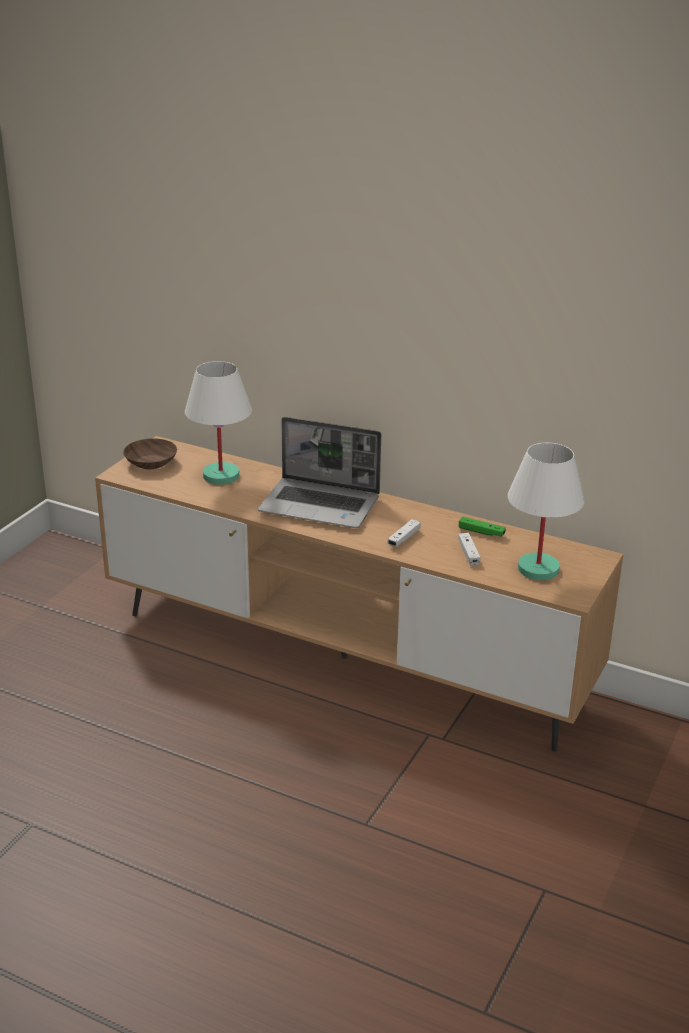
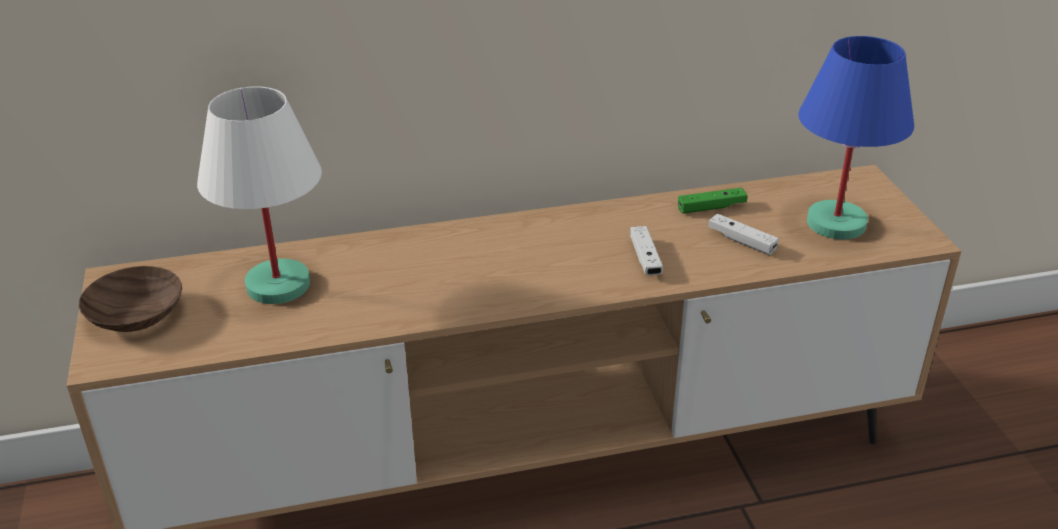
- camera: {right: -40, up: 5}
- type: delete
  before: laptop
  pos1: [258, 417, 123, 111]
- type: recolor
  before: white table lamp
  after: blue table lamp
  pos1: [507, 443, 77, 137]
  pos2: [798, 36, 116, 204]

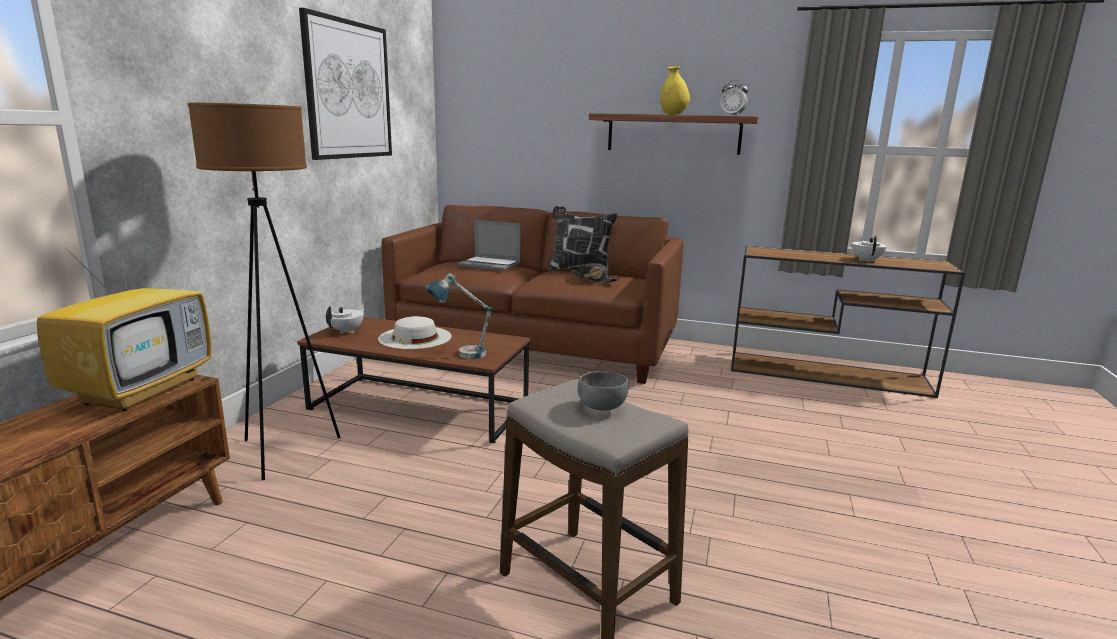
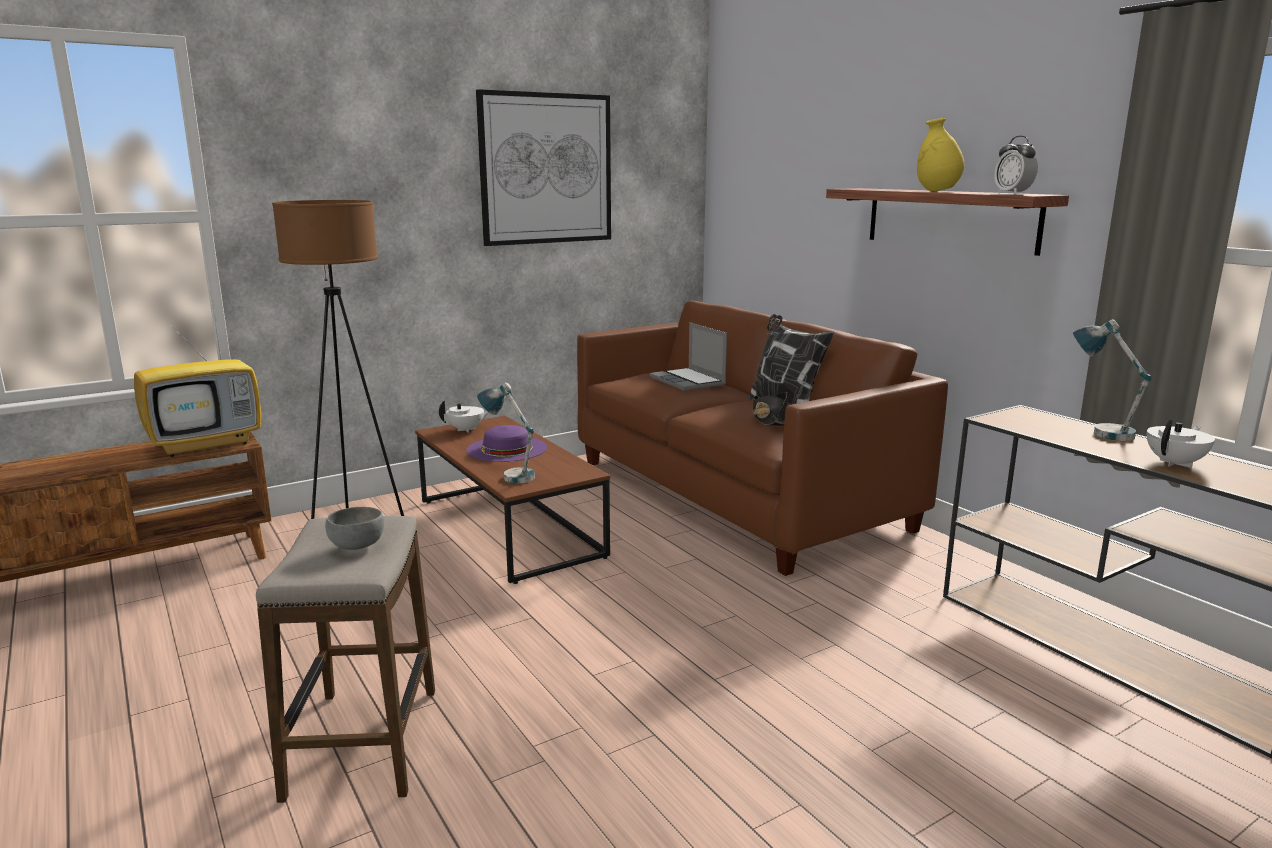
- camera: {right: 40, up: 0}
- type: recolor
  before: white hat
  after: purple hat
  pos1: [378, 316, 74, 33]
  pos2: [466, 425, 81, 37]
- type: insert
  after: table lamp
  pos2: [1073, 319, 79, 122]

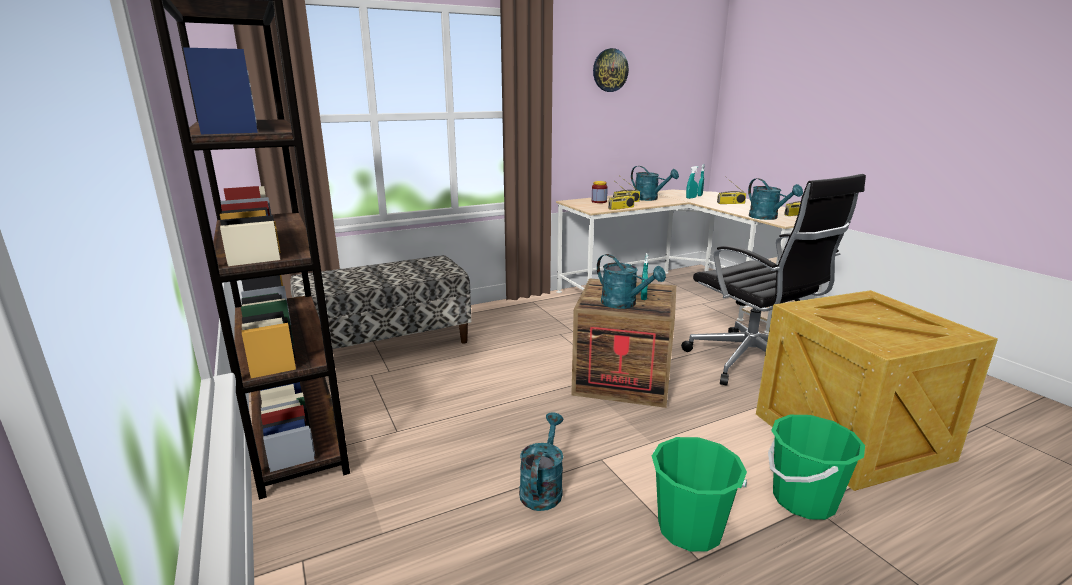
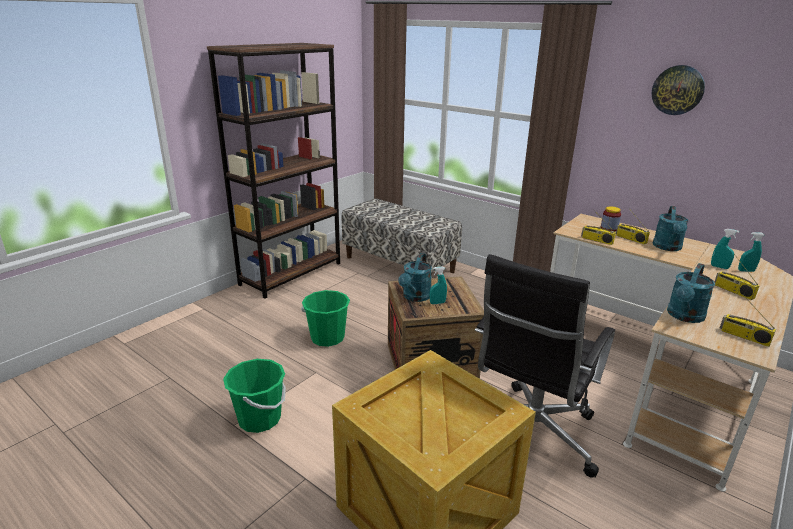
- camera: {right: 65, up: 5}
- type: delete
  before: turquoise watering can
  pos1: [519, 412, 44, 99]
- type: move
  before: green bucket
  pos1: [768, 415, 97, 105]
  pos2: [301, 290, 49, 57]

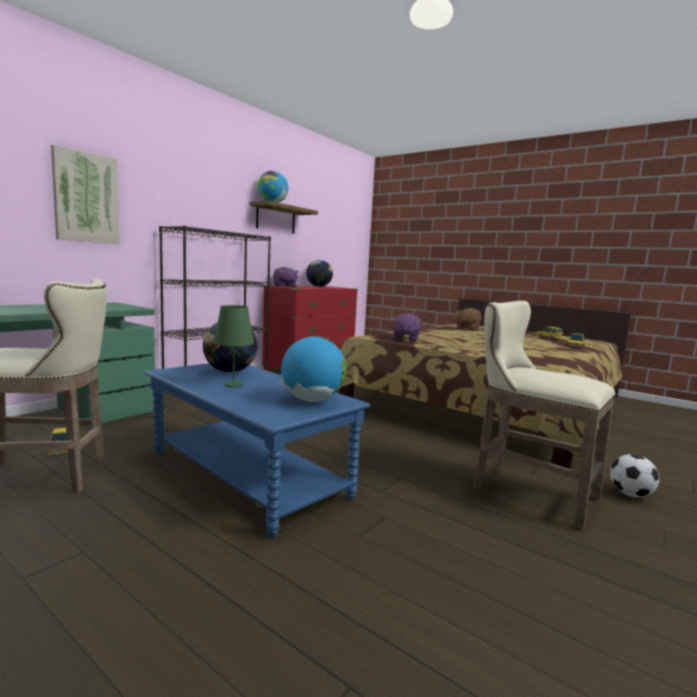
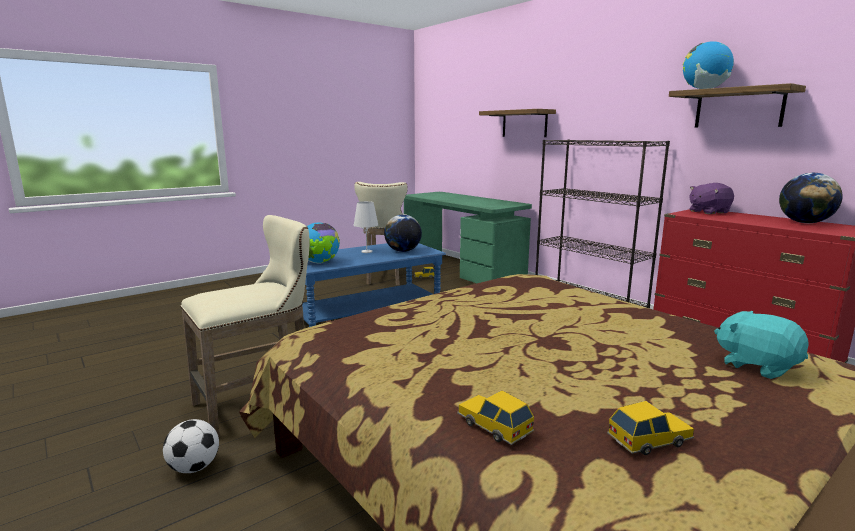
- camera: {right: 105, up: 5}
- type: replace
  before: picture
  after: shelf
  pos1: [51, 145, 69, 99]
  pos2: [479, 109, 77, 28]
- type: recolor
  before: green table lamp
  after: white table lamp
  pos1: [213, 305, 41, 82]
  pos2: [353, 201, 26, 52]
- type: delete
  before: purple plush toy
  pos1: [392, 313, 30, 28]
- type: recolor
  before: brown plush toy
  after: turquoise plush toy
  pos1: [456, 308, 26, 22]
  pos2: [714, 311, 95, 68]

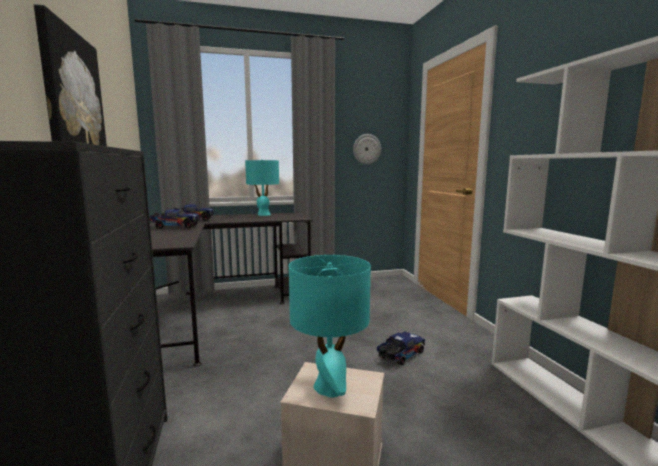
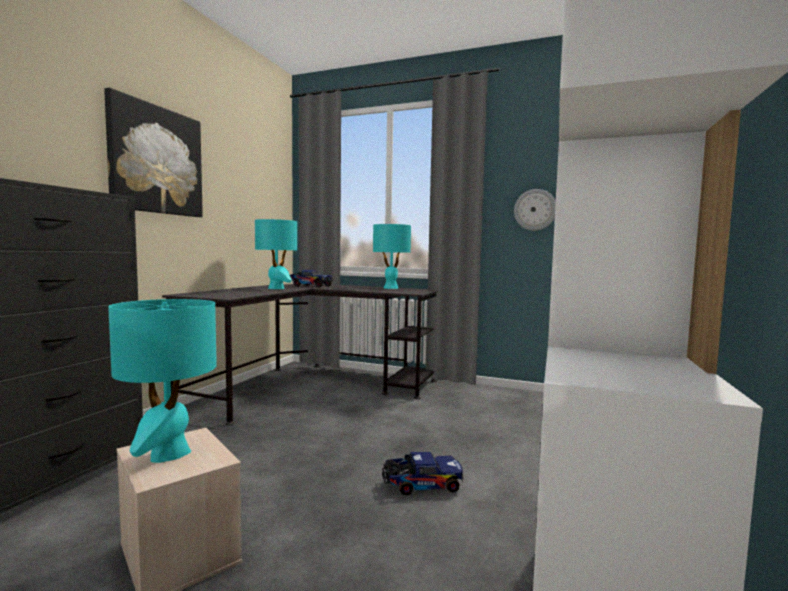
- camera: {right: 35, up: -5}
- type: replace
  before: toy truck
  after: turquoise table lamp
  pos1: [149, 209, 51, 20]
  pos2: [255, 219, 42, 70]

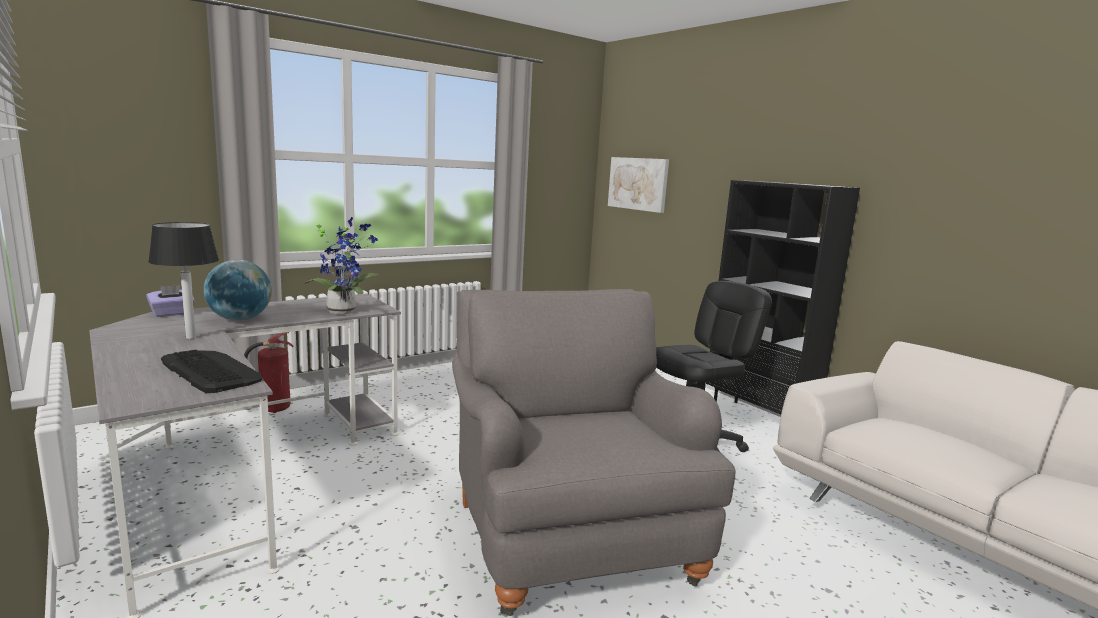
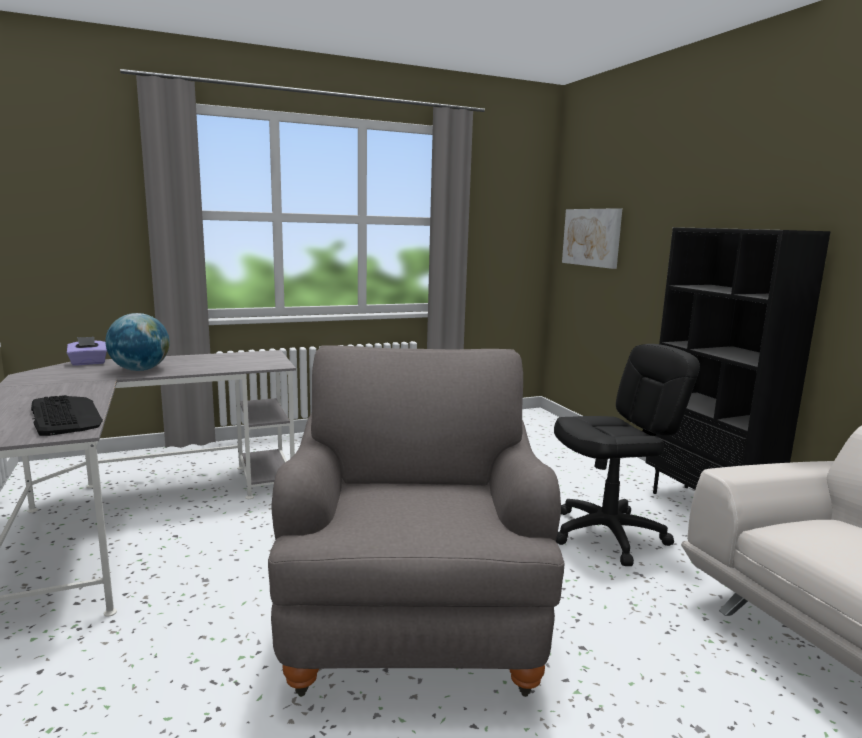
- camera: {right: 15, up: 0}
- type: delete
  before: table lamp
  pos1: [148, 222, 71, 117]
- type: delete
  before: fire extinguisher
  pos1: [244, 332, 49, 81]
- type: delete
  before: potted plant
  pos1: [305, 217, 74, 97]

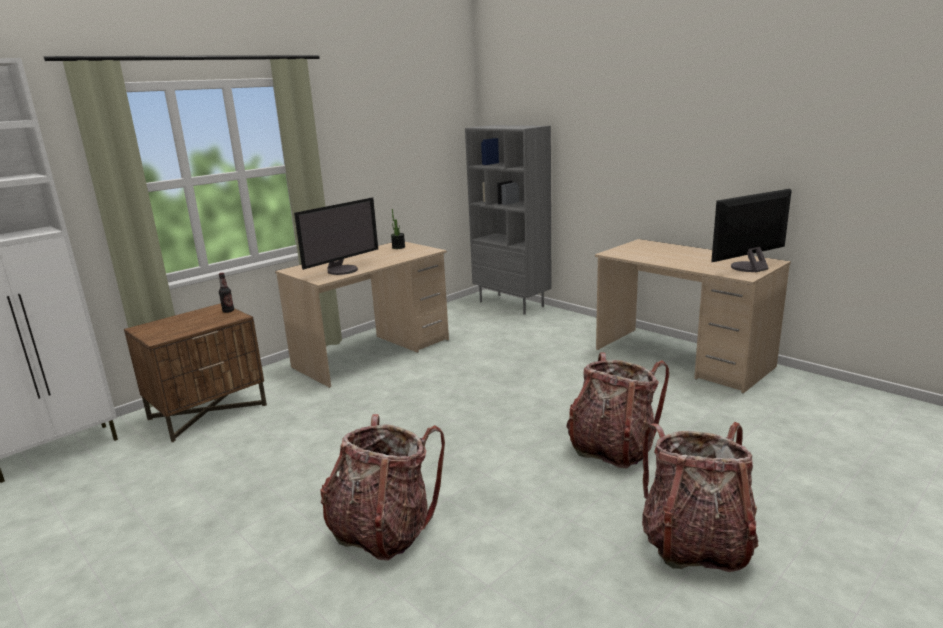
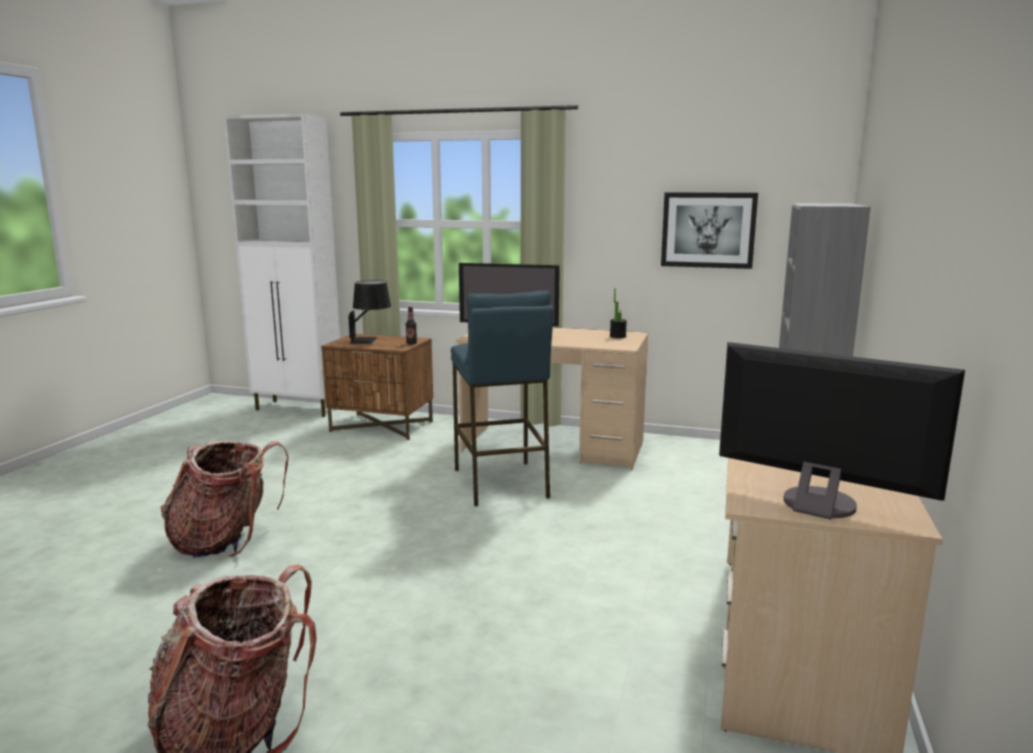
- camera: {right: 60, up: -5}
- type: delete
  before: backpack
  pos1: [566, 352, 103, 116]
- type: insert
  after: black table lamp
  pos2: [348, 280, 43, 64]
- type: insert
  after: blue stool
  pos2: [451, 290, 103, 216]
- type: insert
  after: picture
  pos2: [661, 192, 97, 77]

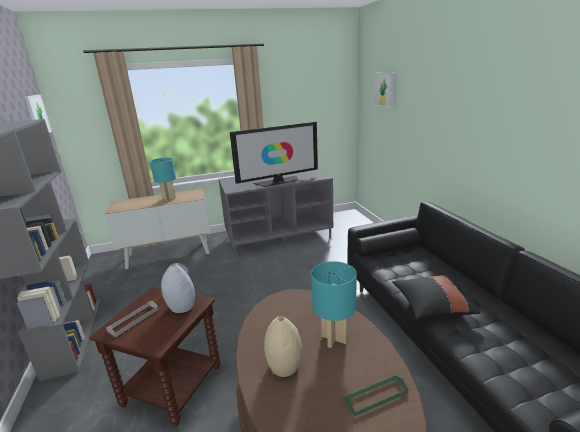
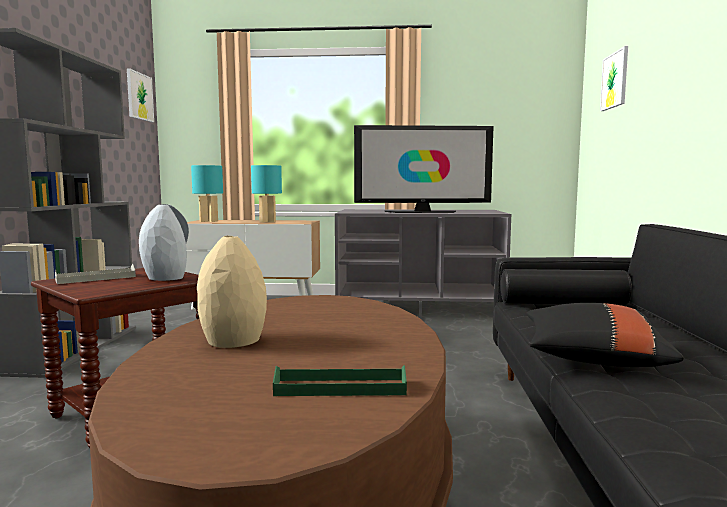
- camera: {right: 20, up: -15}
- type: move
  before: turquoise table lamp
  pos1: [311, 261, 46, 87]
  pos2: [191, 165, 32, 57]

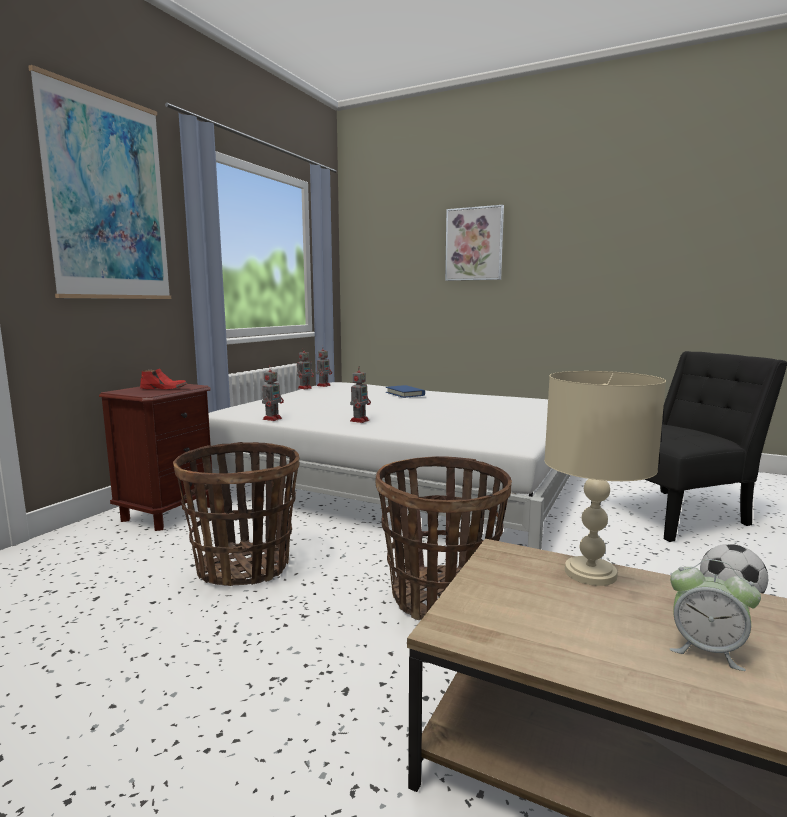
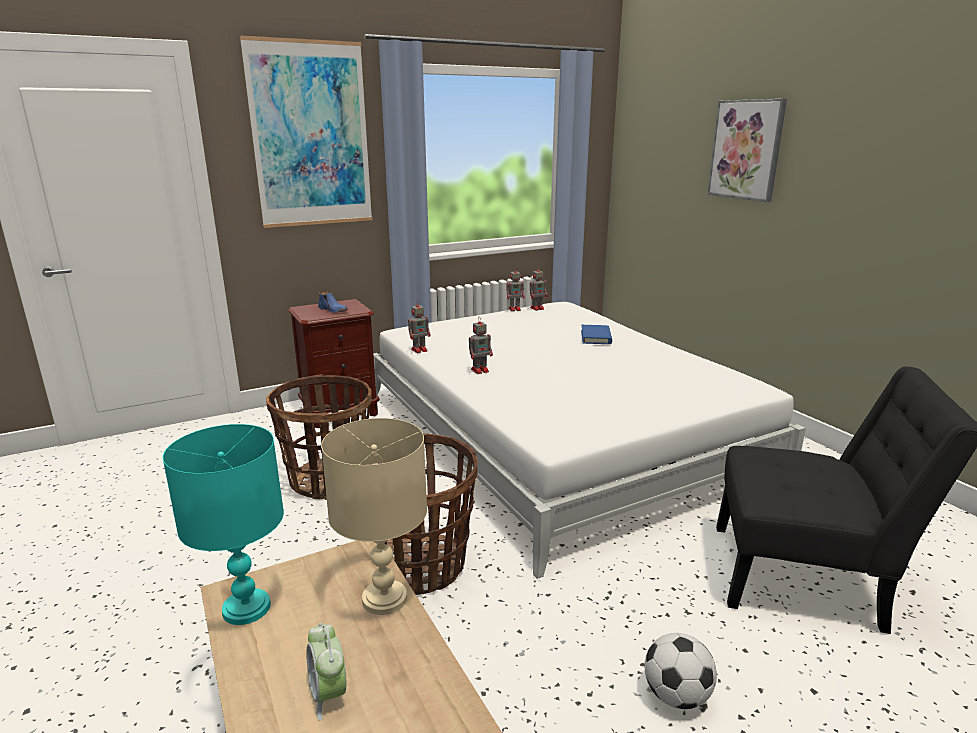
- camera: {right: 35, up: 10}
- type: recolor
  before: red shoe
  after: blue shoe
  pos1: [140, 369, 47, 21]
  pos2: [318, 292, 30, 21]
- type: insert
  after: turquoise table lamp
  pos2: [163, 424, 121, 201]

